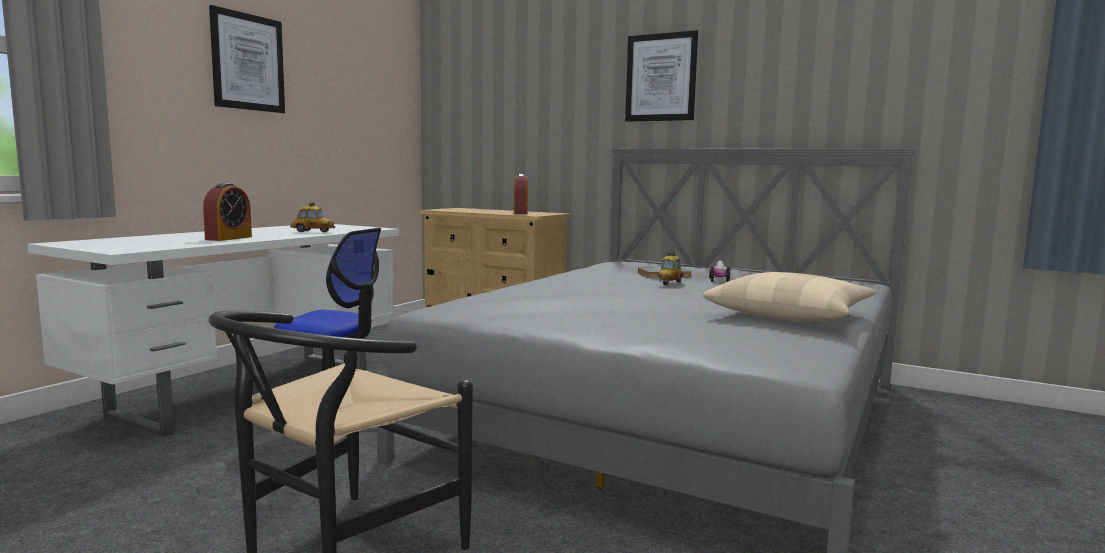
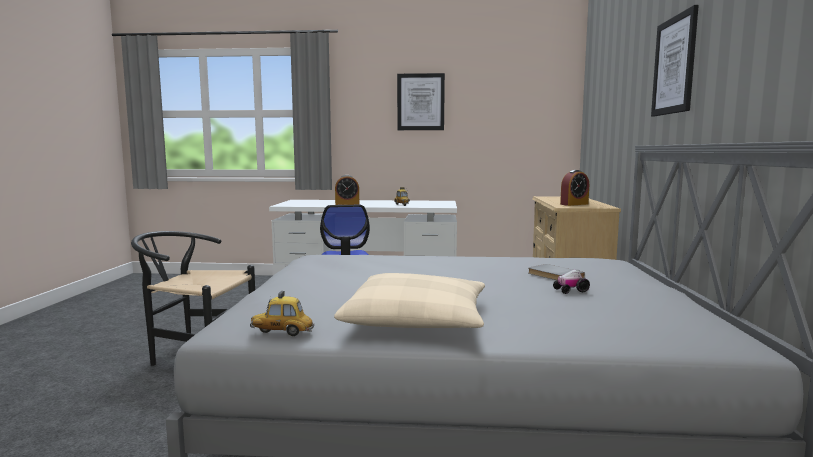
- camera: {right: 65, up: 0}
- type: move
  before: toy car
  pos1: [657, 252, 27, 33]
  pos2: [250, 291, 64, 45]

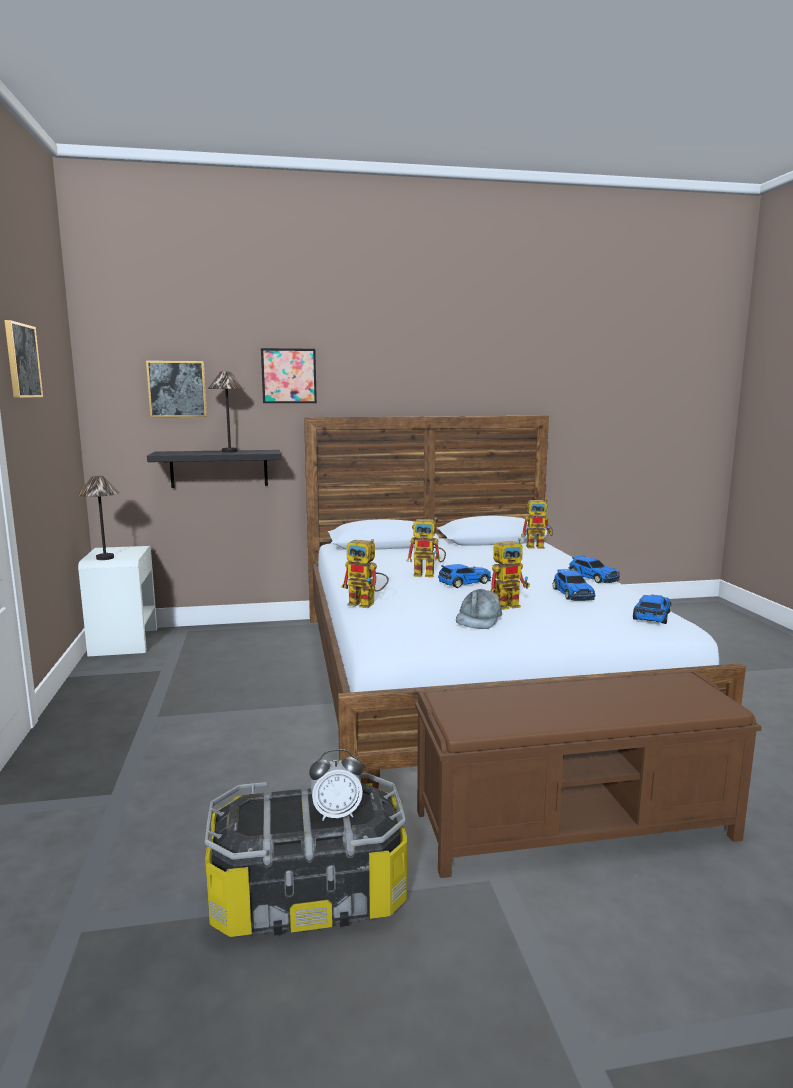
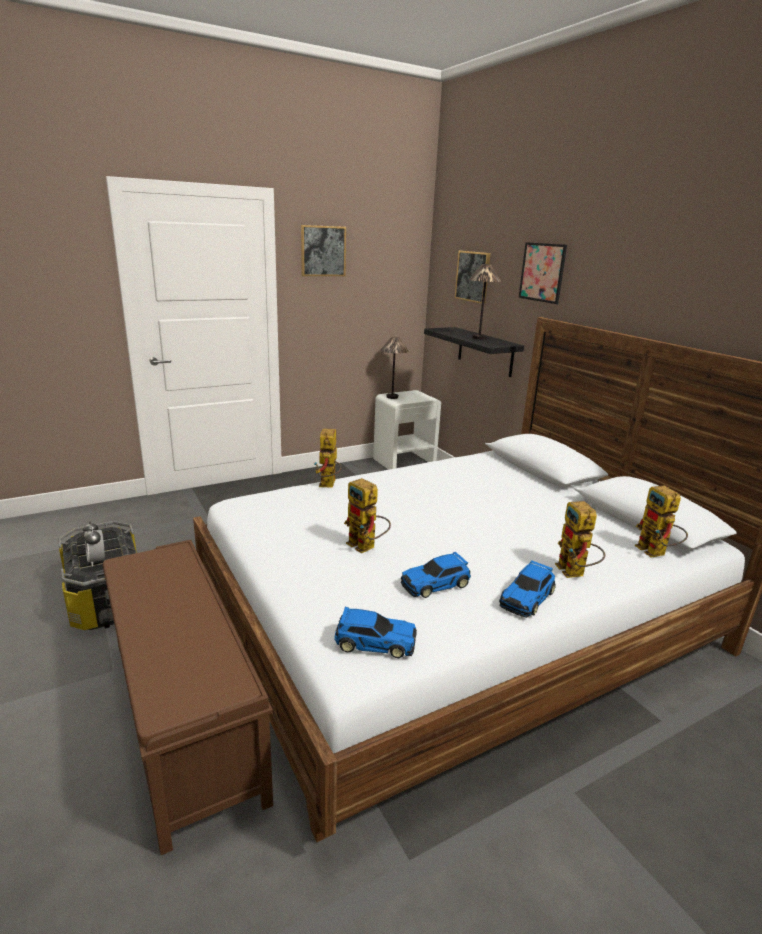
- camera: {right: 70, up: 10}
- type: move
  before: toy robot
  pos1: [406, 517, 40, 60]
  pos2: [555, 501, 50, 77]
- type: delete
  before: toy car
  pos1: [438, 564, 53, 24]
- type: delete
  before: grey cap
  pos1: [456, 589, 46, 40]

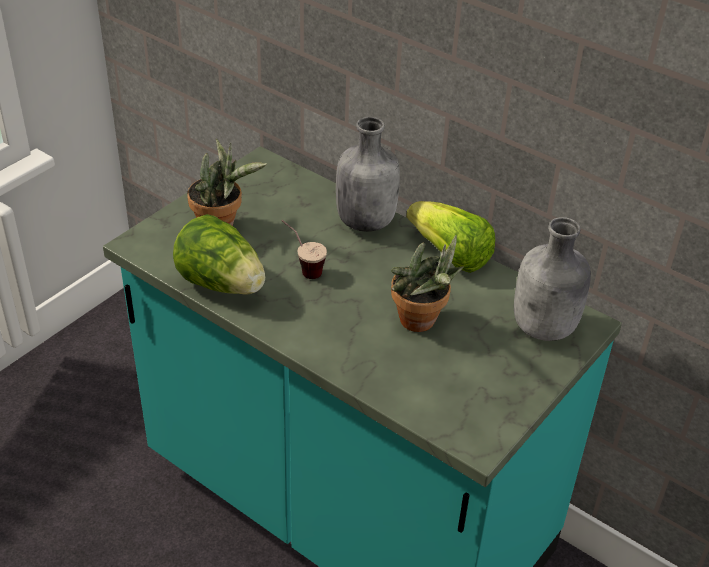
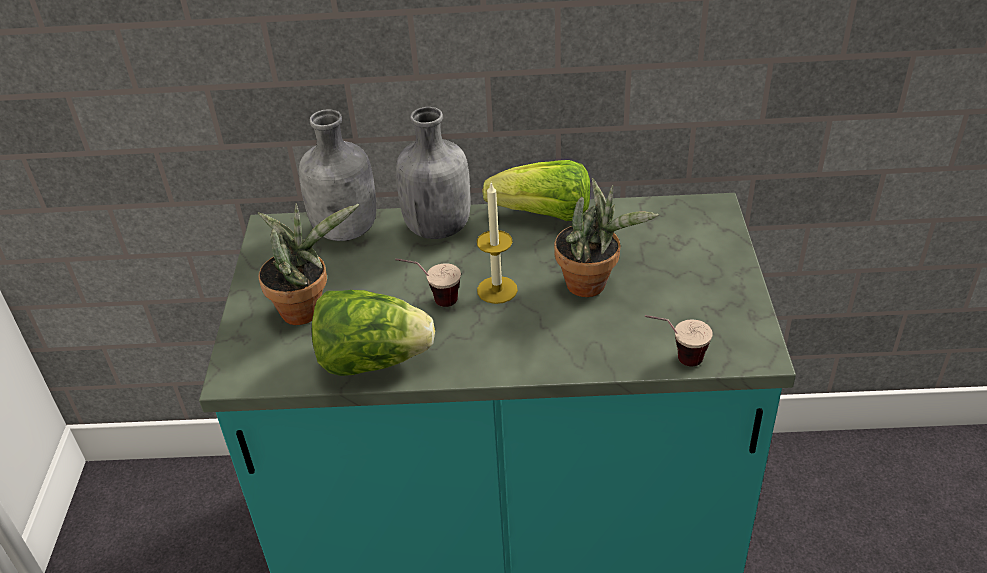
- camera: {right: -35, up: 0}
- type: move
  before: grey bottle
  pos1: [514, 217, 77, 124]
  pos2: [299, 109, 77, 132]
- type: insert
  after: candle
  pos2: [477, 183, 41, 121]
- type: insert
  after: cup
  pos2: [645, 315, 68, 52]

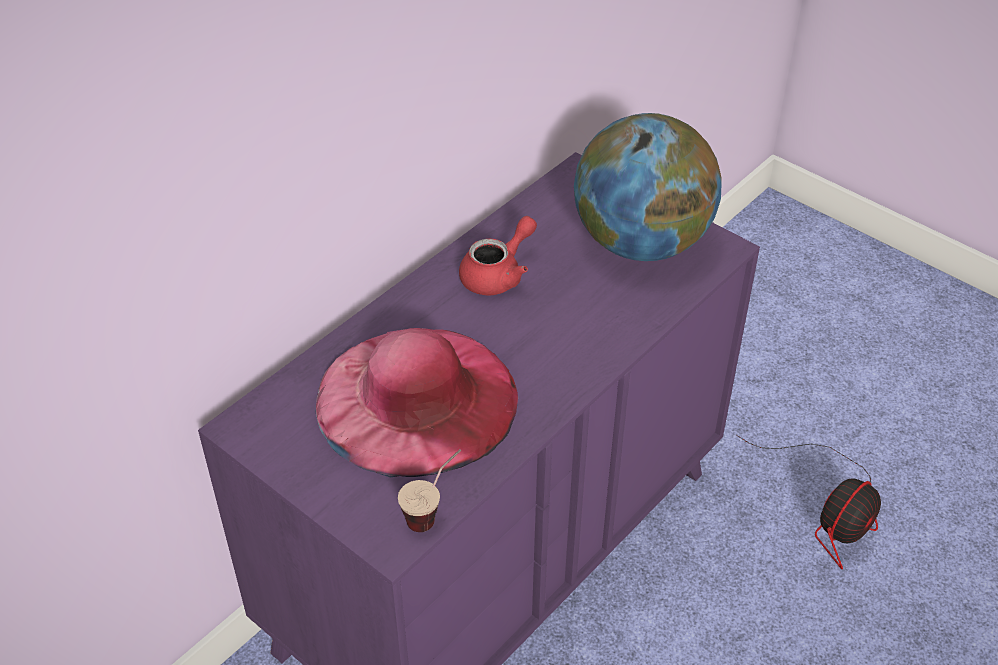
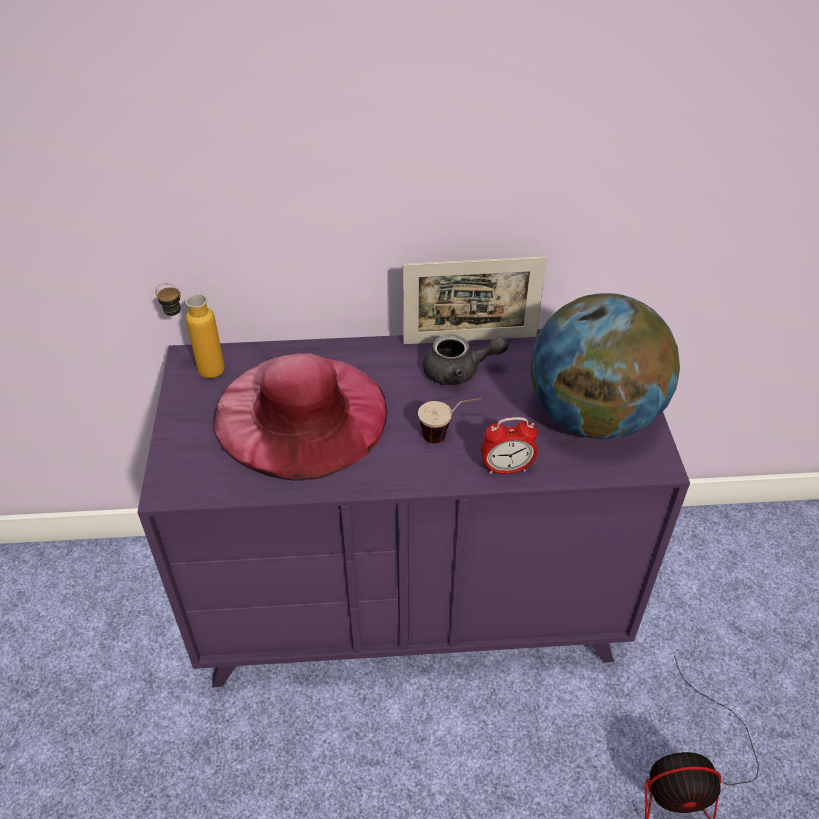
- camera: {right: 45, up: 0}
- type: move
  before: cup
  pos1: [398, 449, 63, 83]
  pos2: [418, 397, 64, 47]
- type: recolor
  before: red teapot
  after: grey teapot
  pos1: [459, 216, 78, 80]
  pos2: [423, 334, 86, 51]
- type: insert
  after: bottle
  pos2: [155, 283, 70, 95]
- type: insert
  after: picture frame
  pos2: [403, 256, 144, 88]
- type: insert
  after: alarm clock
  pos2: [481, 417, 57, 57]

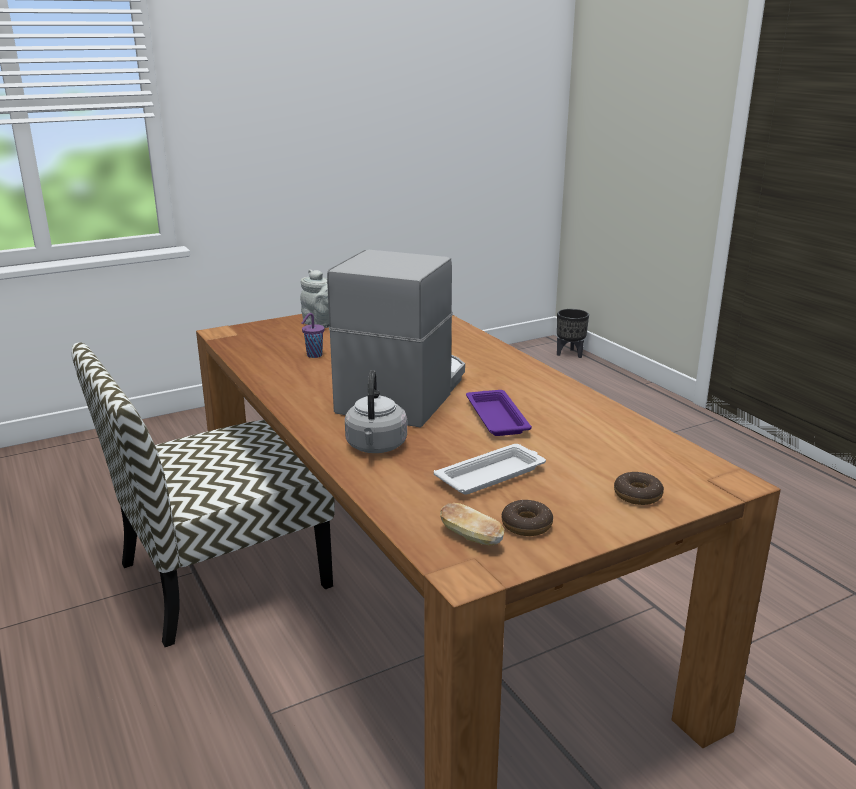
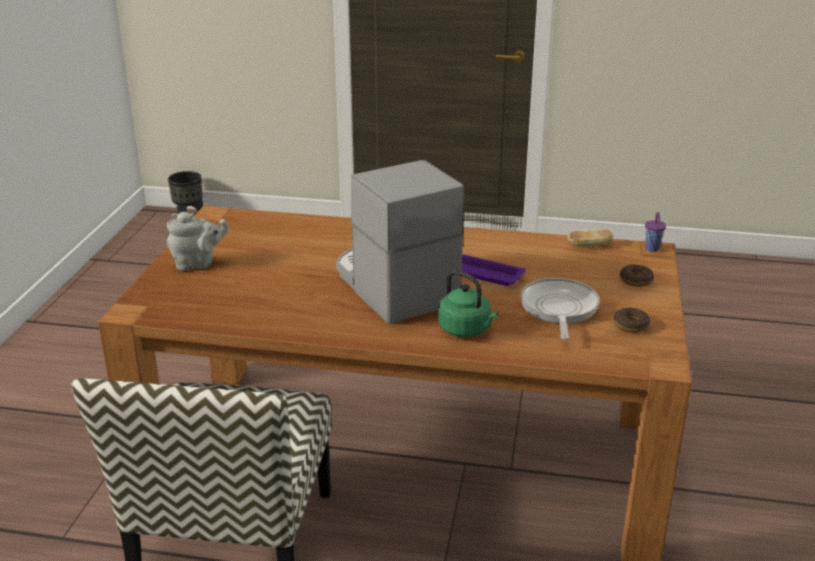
- camera: {right: -50, up: 5}
- type: move
  before: purple cup
  pos1: [302, 313, 22, 45]
  pos2: [645, 212, 21, 40]
- type: recolor
  before: grey kettle
  after: green kettle
  pos1: [345, 370, 62, 83]
  pos2: [438, 270, 60, 67]
- type: replace
  before: white tray
  after: frying pan
  pos1: [434, 444, 112, 51]
  pos2: [520, 278, 79, 61]
- type: move
  before: bread
  pos1: [440, 503, 64, 42]
  pos2: [568, 229, 45, 18]

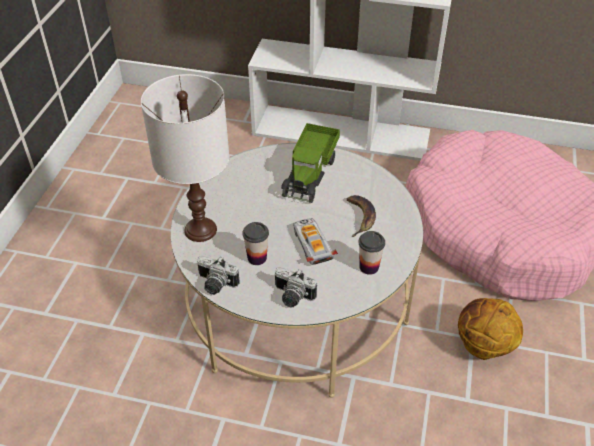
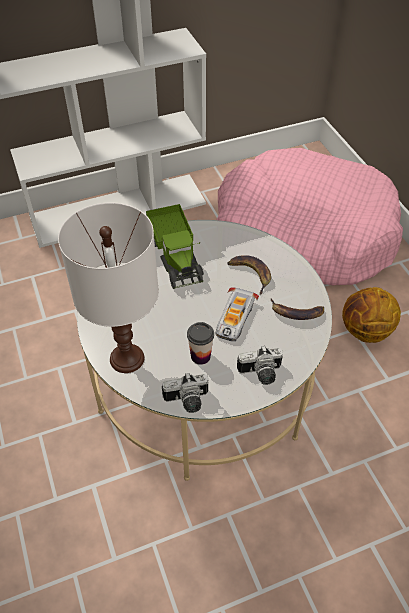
- camera: {right: -35, up: 5}
- type: rotate
  before: toy car
  pos1: [293, 218, 45, 47]
  pos2: [216, 287, 43, 55]
  turn: -105
- type: replace
  before: cup
  after: banana
  pos1: [358, 231, 27, 44]
  pos2: [271, 299, 53, 21]

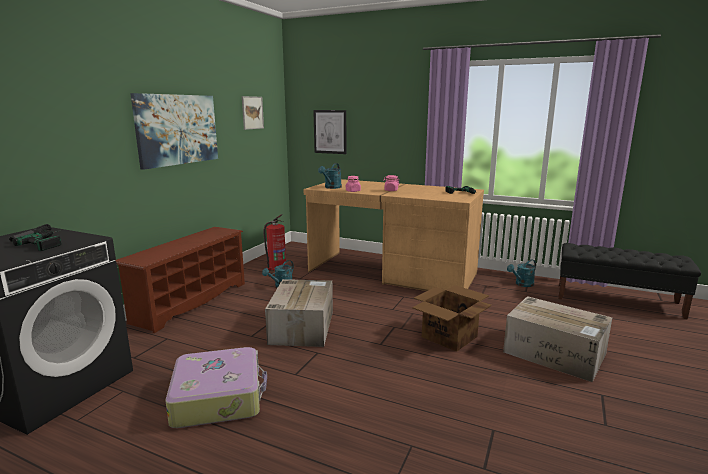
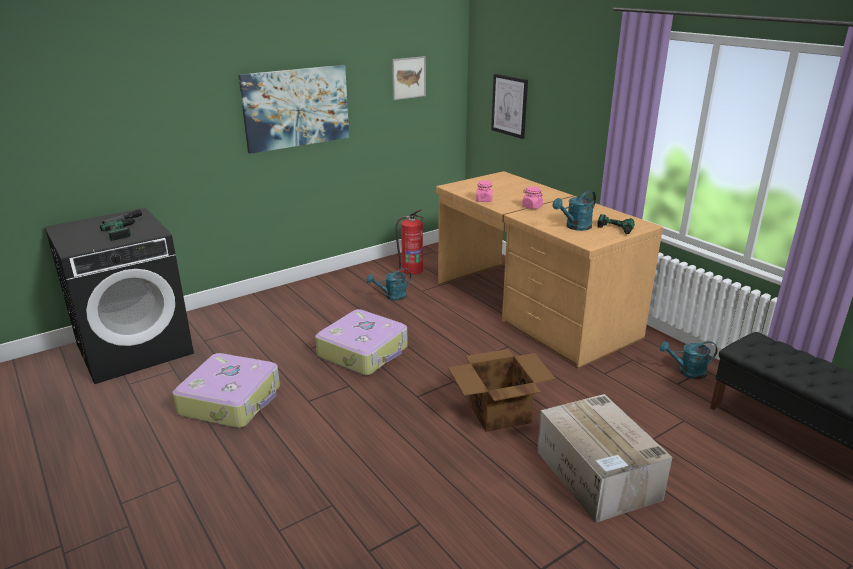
- camera: {right: 30, up: 10}
- type: delete
  before: brown shoe rack
  pos1: [116, 227, 129, 106]
- type: replace
  before: cardboard box
  after: suitcase
  pos1: [265, 279, 68, 68]
  pos2: [315, 309, 93, 66]
- type: move
  before: turquoise watering can
  pos1: [318, 163, 24, 26]
  pos2: [552, 191, 44, 40]

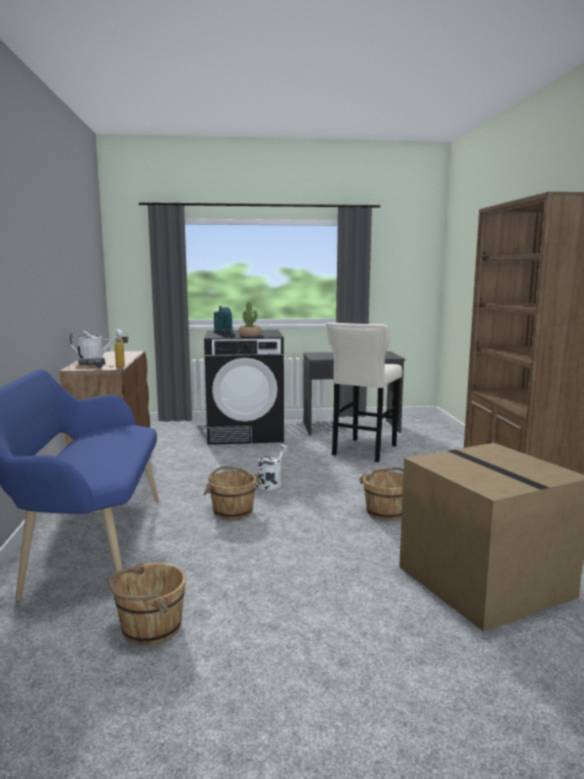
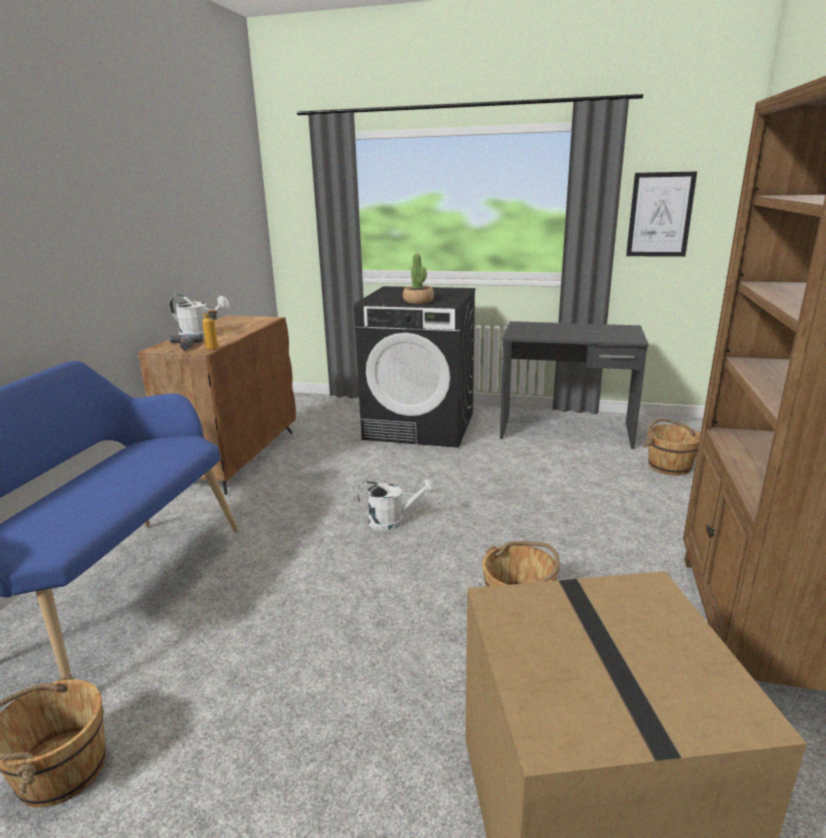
- camera: {right: 20, up: 10}
- type: move
  before: brown bucket
  pos1: [203, 466, 58, 54]
  pos2: [643, 419, 58, 57]
- type: delete
  before: turquoise watering can
  pos1: [213, 306, 20, 28]
- type: rotate
  before: white watering can
  pos1: [257, 444, 31, 47]
  pos2: [358, 479, 77, 52]
  turn: 45
- type: delete
  before: beige stool
  pos1: [326, 322, 76, 140]
- type: insert
  after: picture
  pos2: [626, 172, 71, 85]

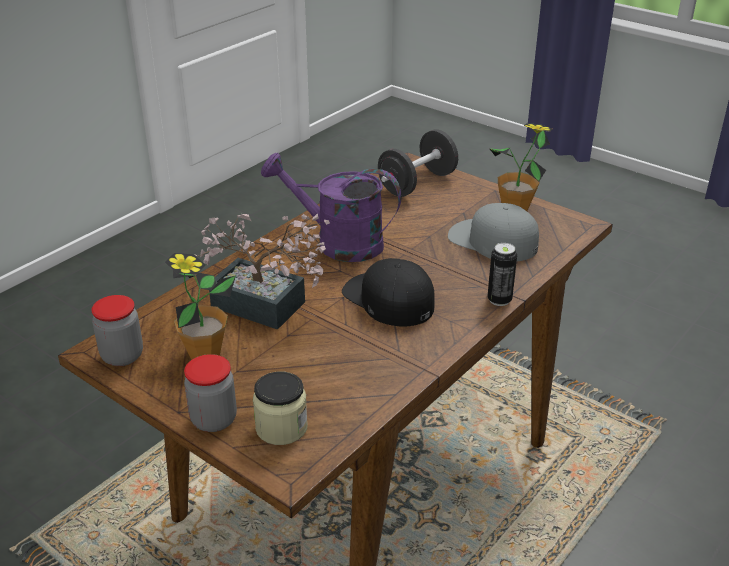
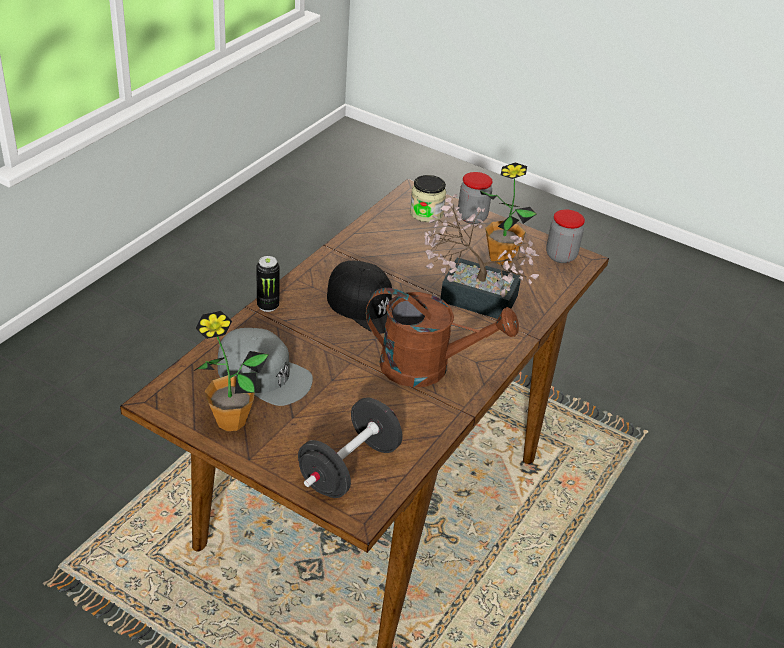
- camera: {right: 170, up: 5}
- type: recolor
  before: purple watering can
  after: brown watering can
  pos1: [261, 153, 140, 109]
  pos2: [366, 288, 153, 99]

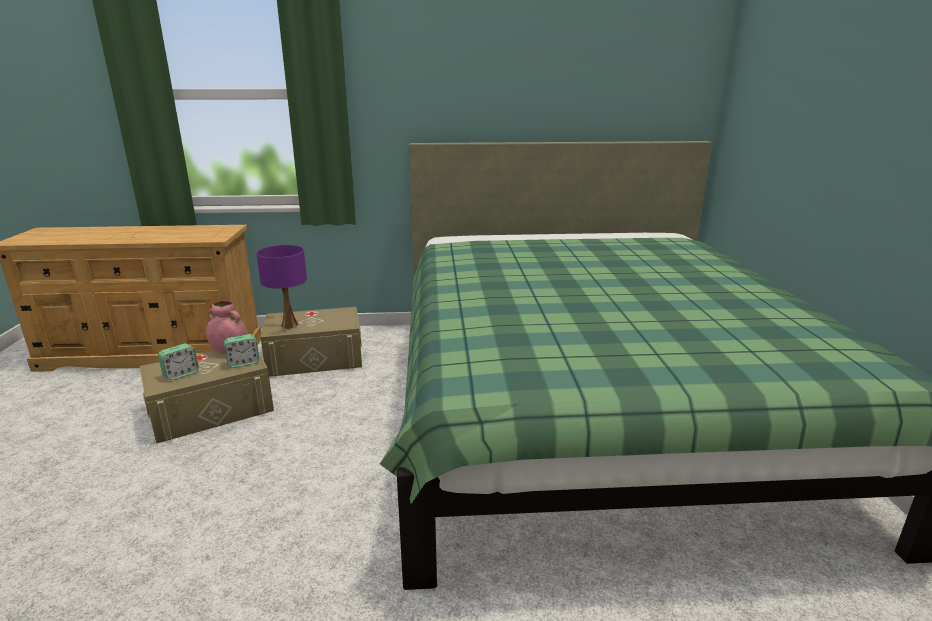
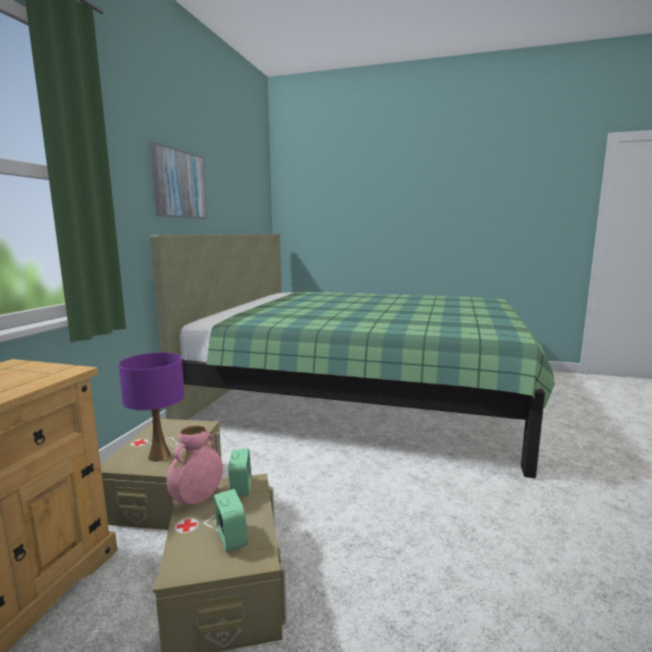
- camera: {right: -70, up: -10}
- type: insert
  after: picture
  pos2: [150, 142, 57, 76]

